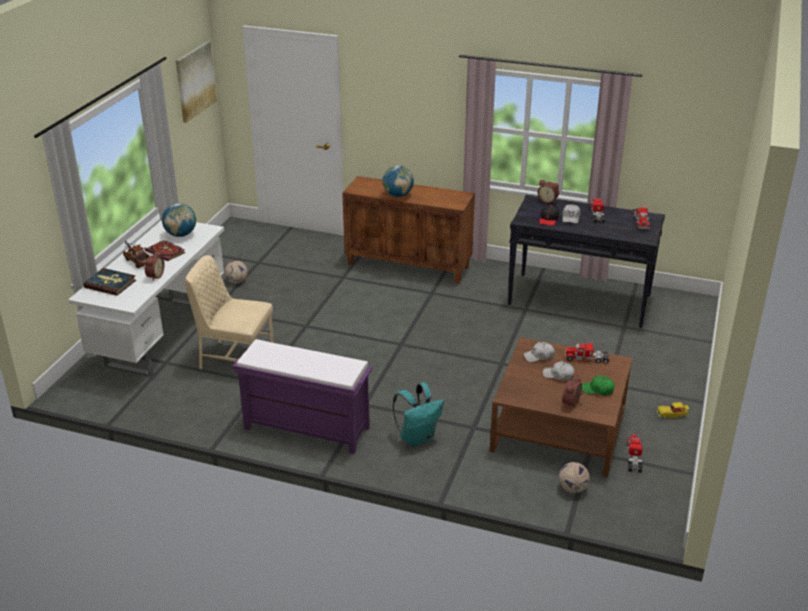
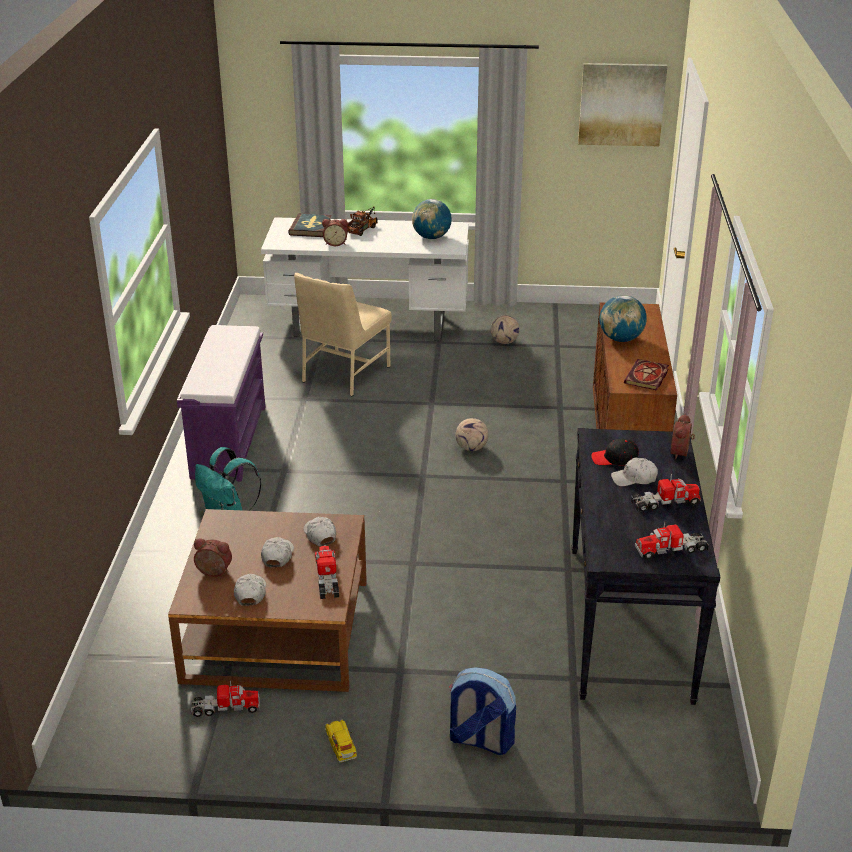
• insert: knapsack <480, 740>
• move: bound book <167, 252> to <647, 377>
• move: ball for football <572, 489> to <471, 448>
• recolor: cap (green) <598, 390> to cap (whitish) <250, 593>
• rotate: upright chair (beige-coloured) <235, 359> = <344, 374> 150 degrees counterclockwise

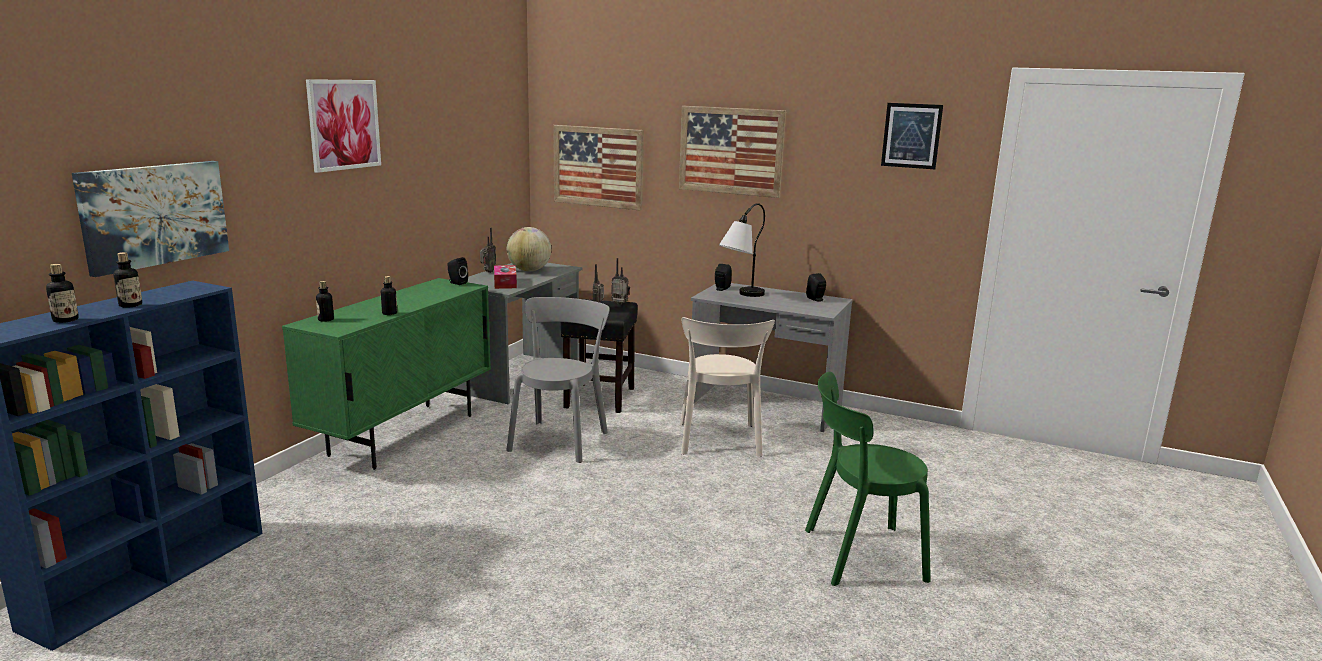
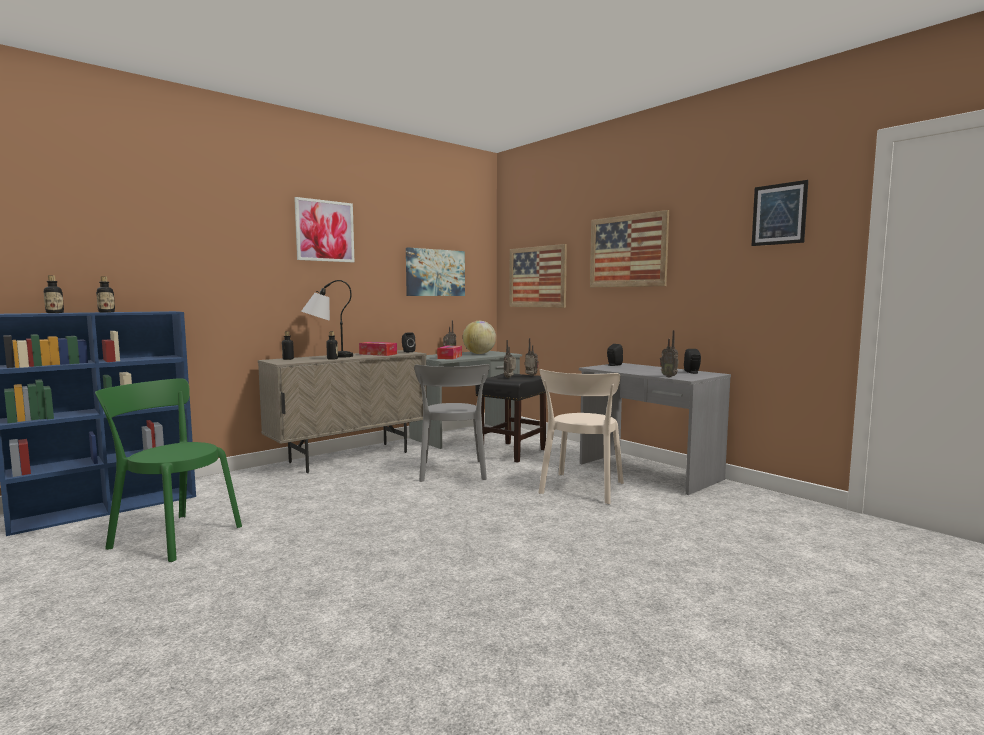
• insert: tissue holder <378, 354>
• insert: radio set <669, 376>
• move: wall art <154, 215> to <435, 272>
• move: table lamp <740, 296> to <327, 356>
• move: upright chair (green) <858, 555> to <172, 536>
• recolor: storage cabinet (green) <403, 434> to storage cabinet (beige-coloured) <350, 457>
• rotate: upright chair (grey) <560, 439> = <452, 472> 135 degrees clockwise

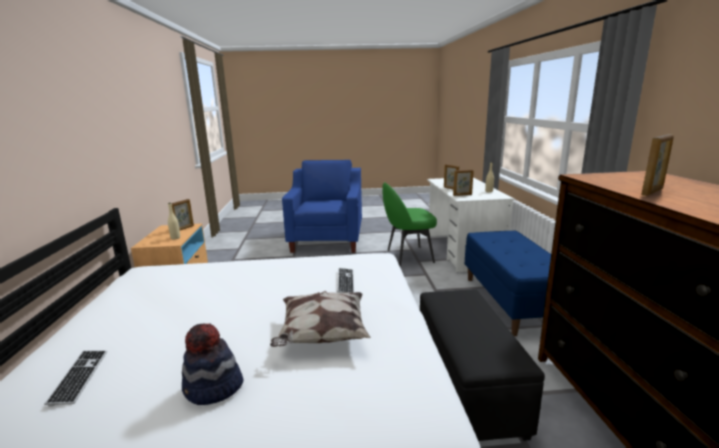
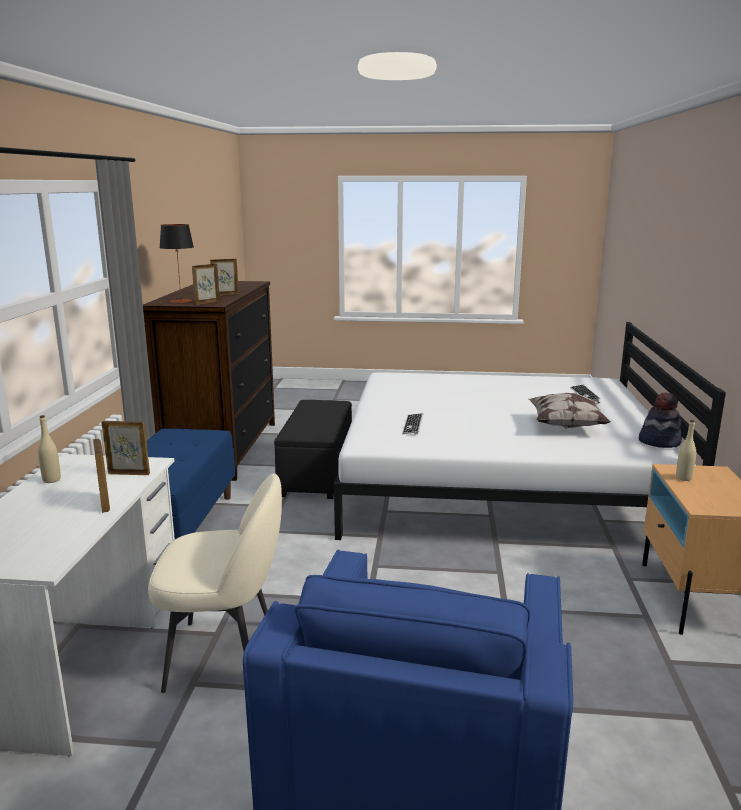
• insert: table lamp <181, 301>
• move: photo frame <184, 228> to <207, 302>
• move: wearable hat <213, 388> to <659, 441>
• move: cushion <322, 335> to <567, 425>
• recolor: upright chair (green) <408, 256> to upright chair (beige-coloured) <224, 655>

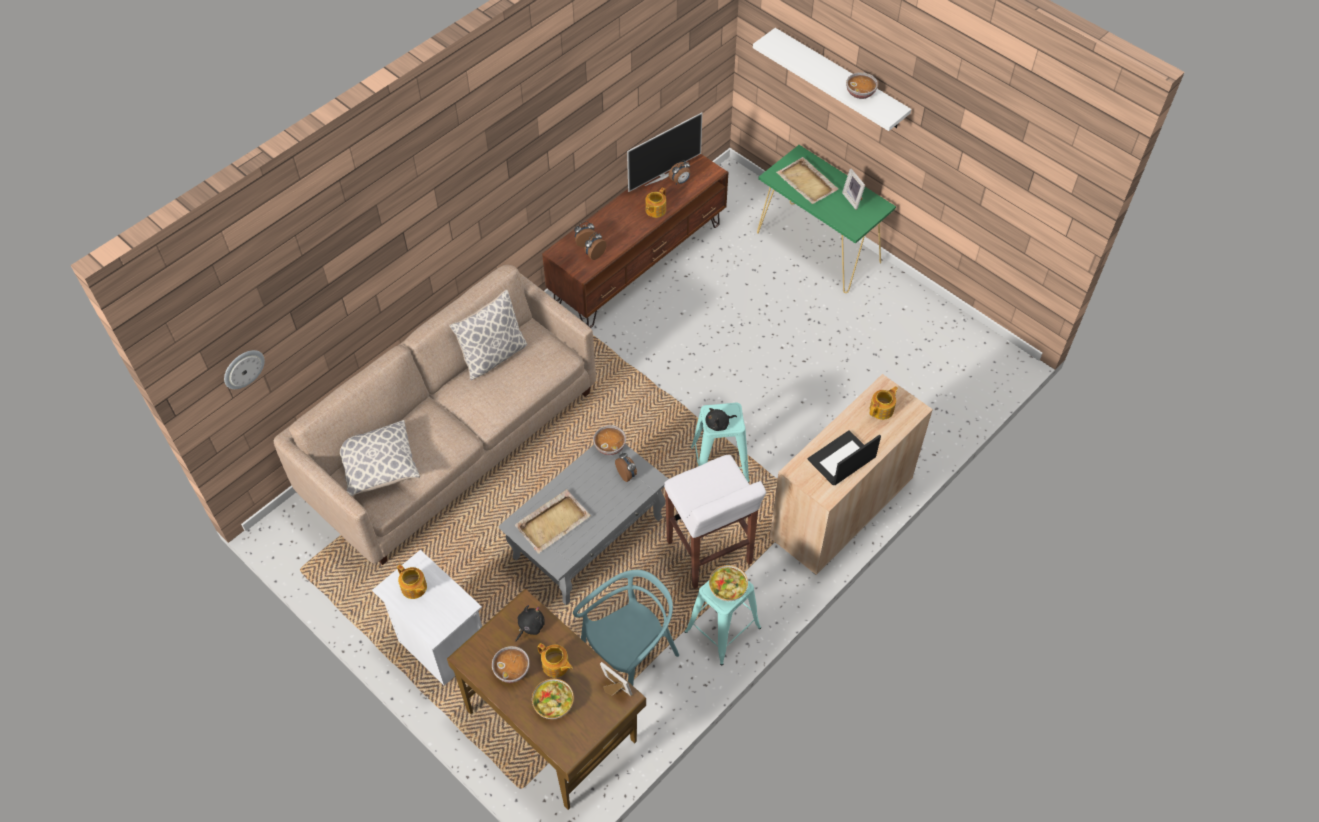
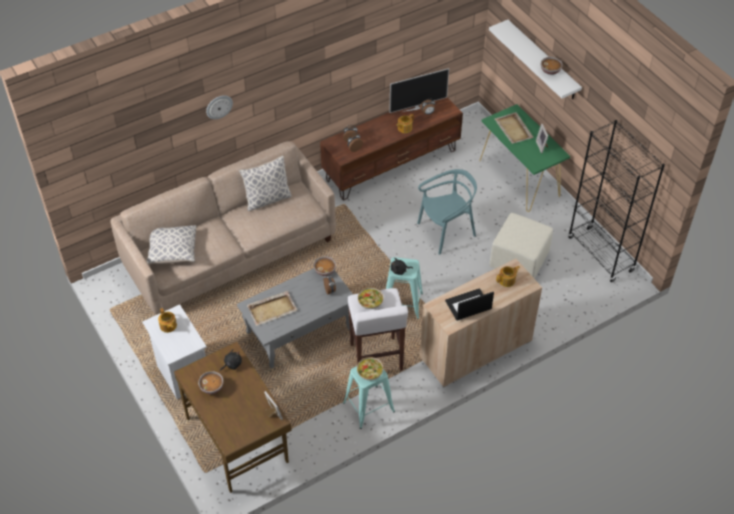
• delete: tea pot <555, 665>
• insert: pouffe (beige-coloured) <519, 260>
• insert: bookcase (black-coloured) <600, 254>
• move: clock on the wall <243, 368> to <219, 106>
• move: serving bowl <553, 702> to <370, 302>
• move: upright chair (turquoise-coloured) <630, 657> to <446, 231>

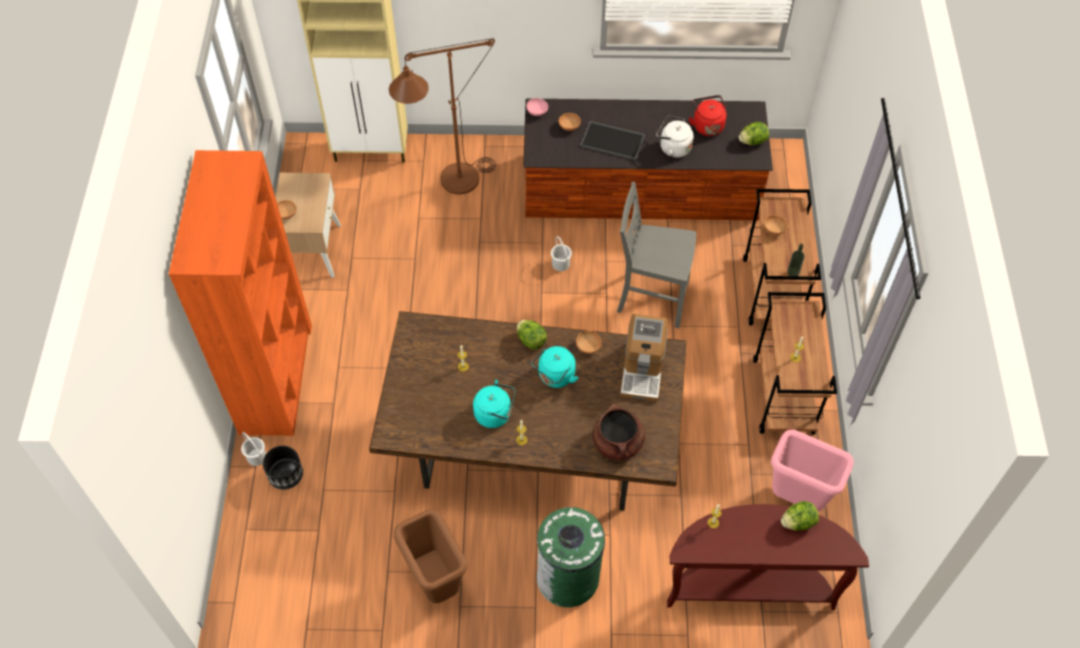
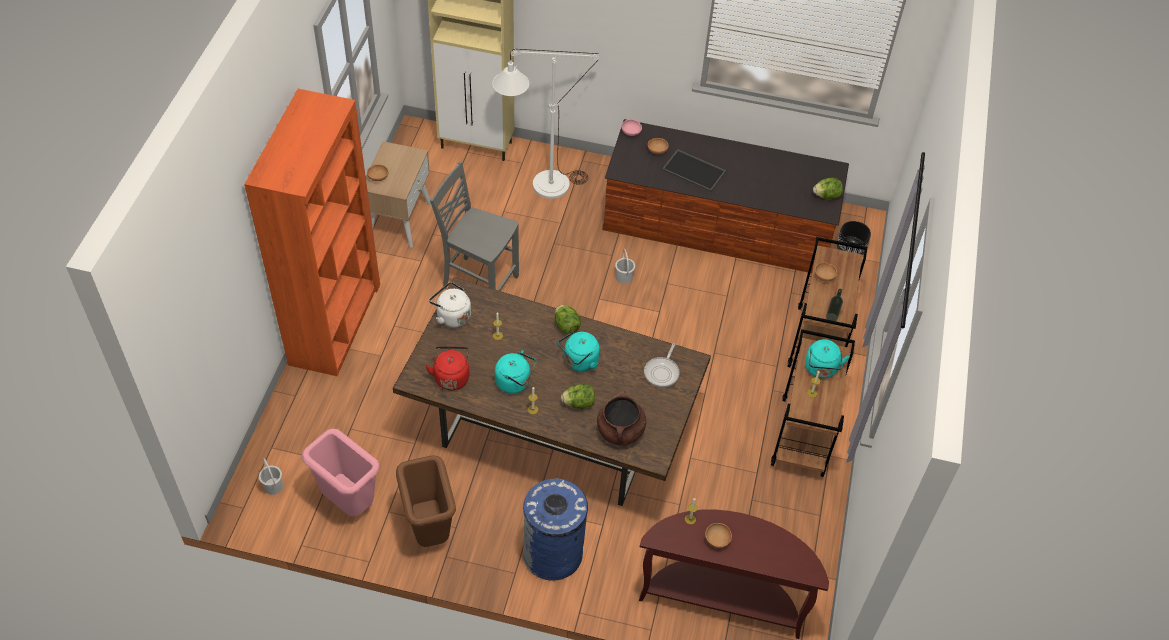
• insert: tea kettle (turquoise-coloured) <821, 369>
• move: bucket (whitish) <256, 457> to <273, 486>
• move: planter (black-coloured) <286, 476> to <850, 250>
• move: serving bowl (brown-coloured) <588, 347> to <717, 540>
• move: upright chair (grey) <651, 298> to <479, 282>
• move: tea kettle (whitish) <673, 147> to <451, 316>
• move: tea kettle (reddish) <707, 125> to <451, 376>
• move: waste bin (pink) <796, 498> to <348, 503>
• move: head of lettuce <798, 522> to <578, 403>
• replace: coffee brewer <642, 369> to pan <662, 372>
• recolor: standard lamp (brown-coloured) <450, 184> to standard lamp (whitish) <540, 188>
• recolor: waste bin (green) <568, 577> to waste bin (blue) <553, 554>

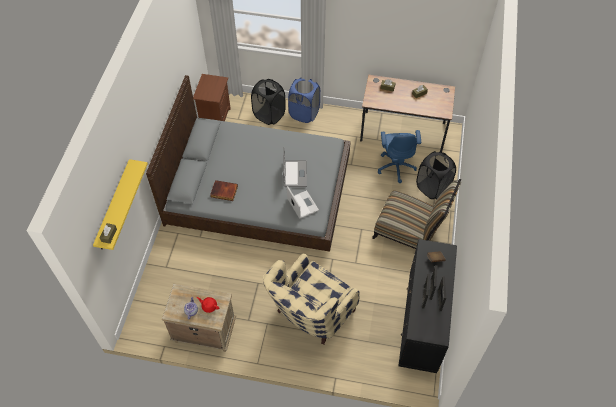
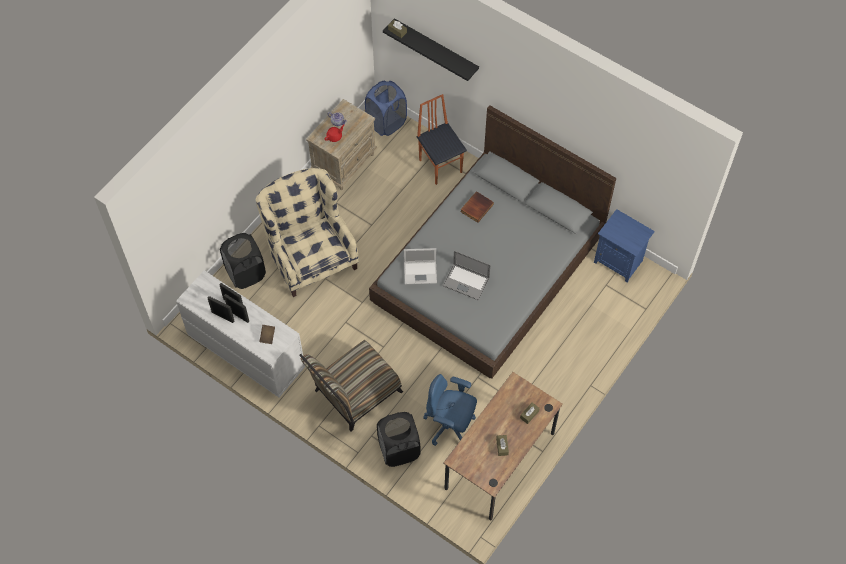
• insert: upright chair <441, 165>
• move: hamper (black-coloured) <269, 115> to <246, 273>
• move: hamper (blue) <304, 113> to <386, 122>
• recolor: bracket shelf (yellow) <114, 206> to bracket shelf (black-coloured) <436, 49>
• recolor: bedside table (brown-coloured) <215, 118> to bedside table (blue) <619, 261>
• recolor: dresser (black-coloured) <422, 322> to dresser (whitish) <245, 351>

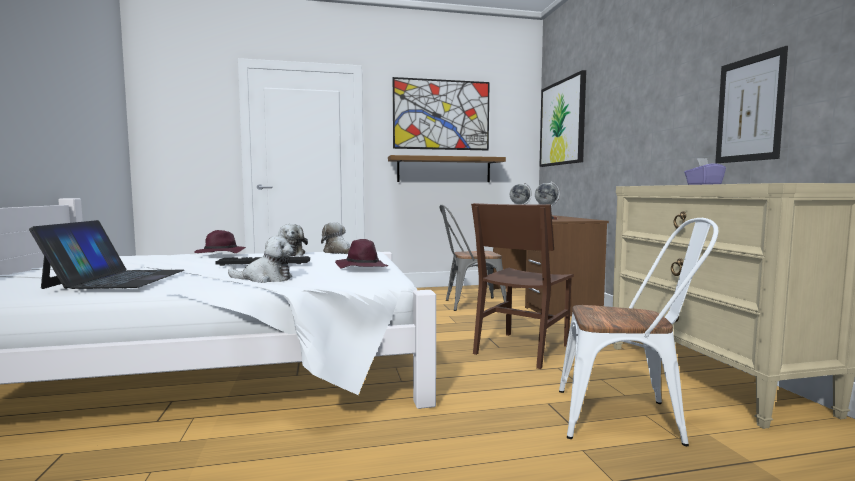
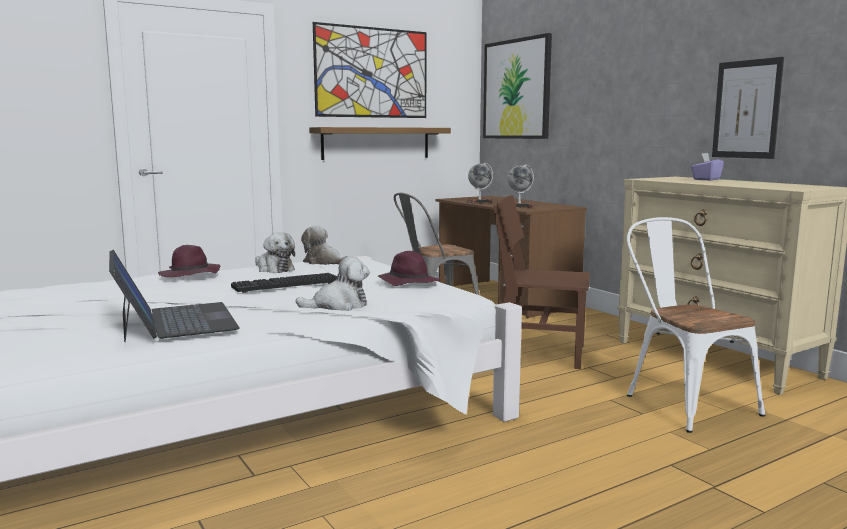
• rotate: upright chair (brown-coloured) <521, 349> = <539, 353> 90 degrees clockwise
• rotate: upright chair (whitish) <629, 418> = <683, 402> 105 degrees counterclockwise

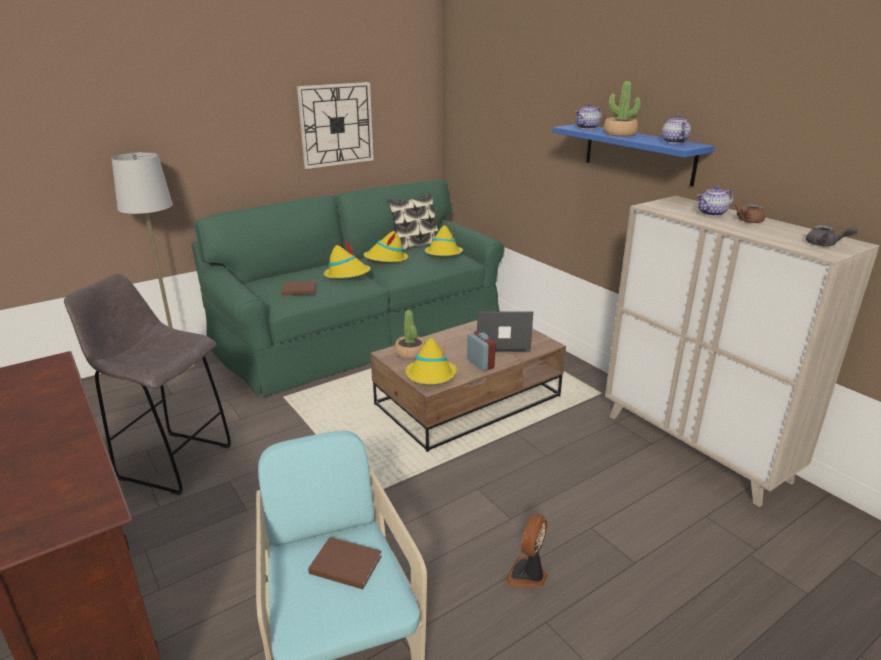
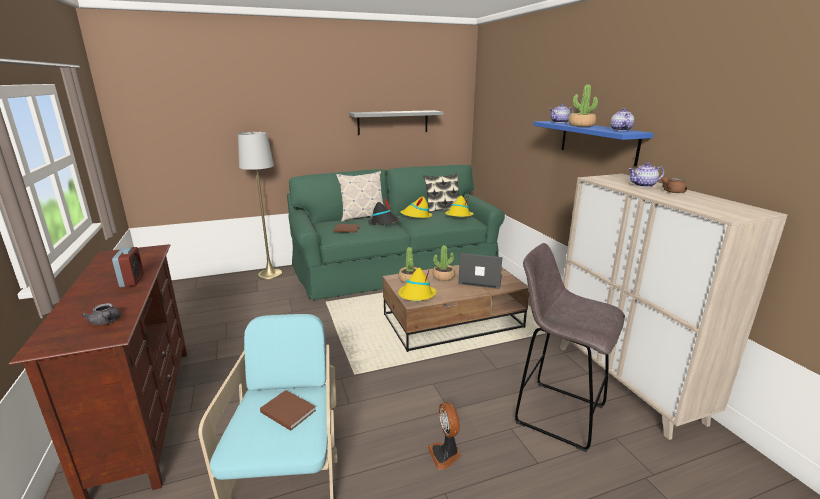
• insert: cushion <362, 217>
• insert: houseplant <443, 277>
• move: stool seat (grey) <172, 461> to <556, 413>
• move: bedside clock <480, 364> to <132, 281>
• move: tea pot (grey) <825, 244> to <106, 322>
• replace: clock on the wall <336, 125> to bracket shelf (grey) <393, 122>
• recolor: wearable hat (yellow) <347, 274> to wearable hat (black-coloured) <384, 223>
• rotate: cooling fan <528, 575> = <445, 454> 60 degrees counterclockwise

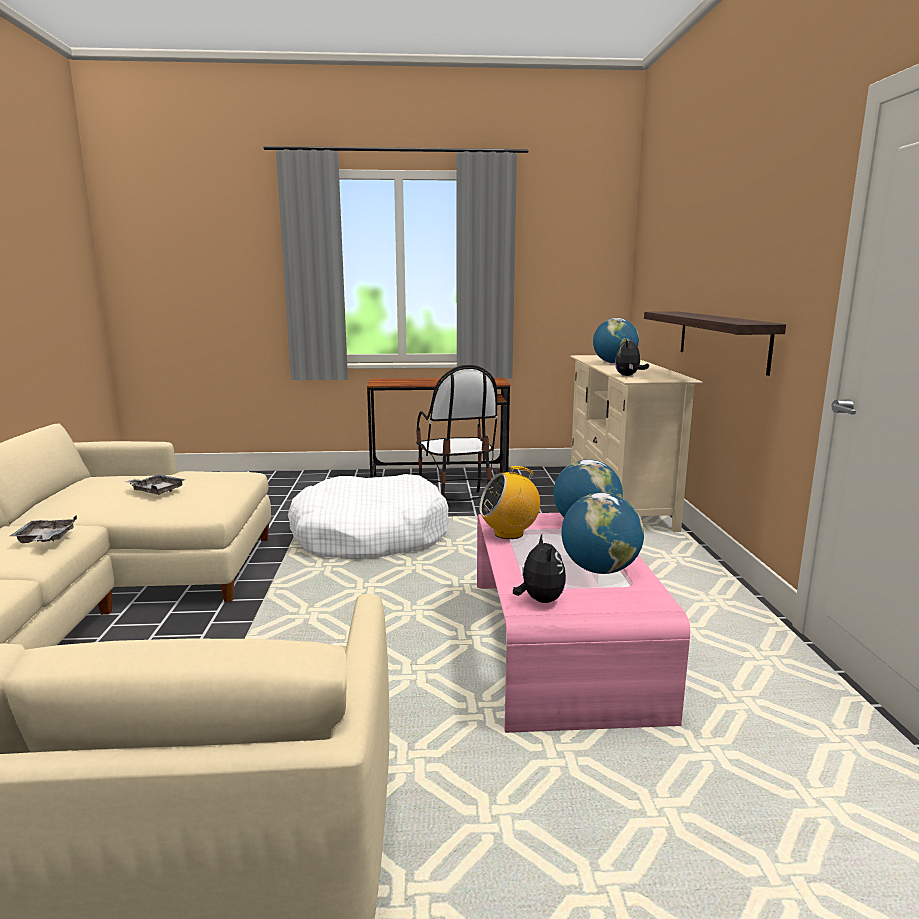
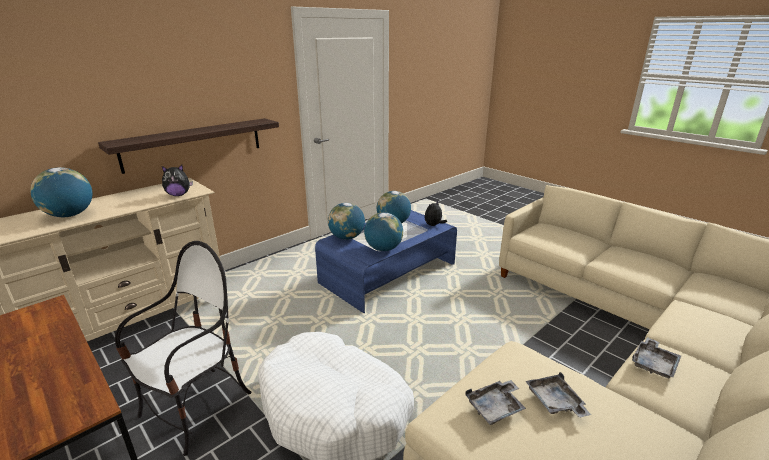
• insert: carrying tray (grey) <495, 408>
• replace: radio set <509, 533> to globe <383, 249>
• recolor: lounge table (pink) <560, 645> to lounge table (blue) <388, 273>

